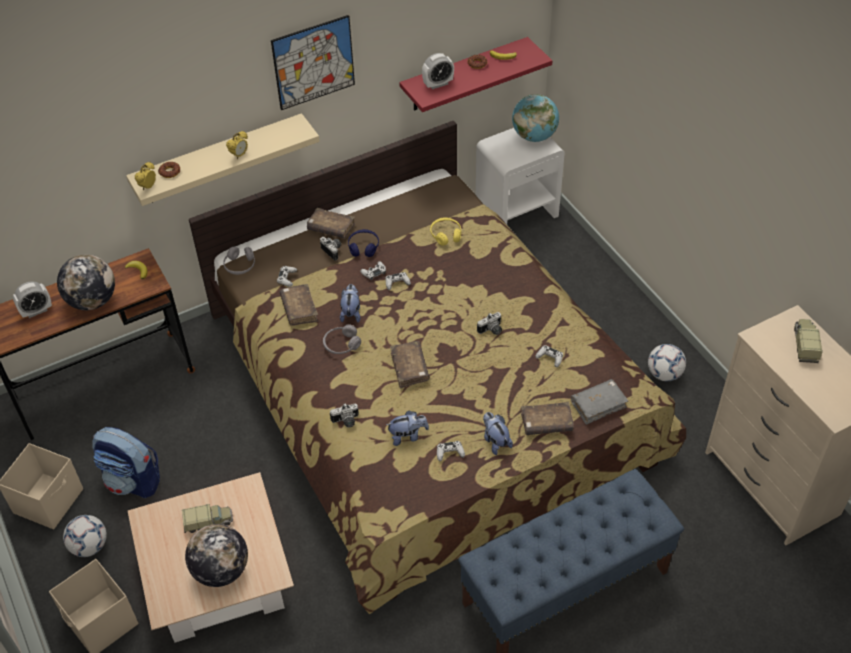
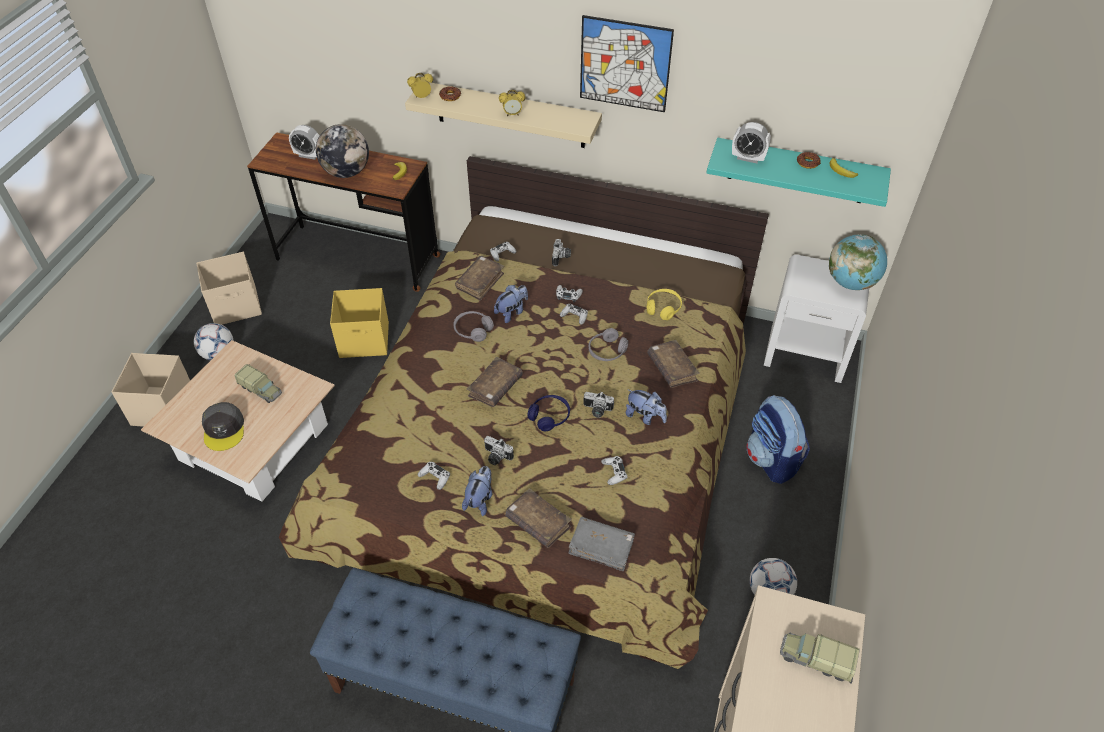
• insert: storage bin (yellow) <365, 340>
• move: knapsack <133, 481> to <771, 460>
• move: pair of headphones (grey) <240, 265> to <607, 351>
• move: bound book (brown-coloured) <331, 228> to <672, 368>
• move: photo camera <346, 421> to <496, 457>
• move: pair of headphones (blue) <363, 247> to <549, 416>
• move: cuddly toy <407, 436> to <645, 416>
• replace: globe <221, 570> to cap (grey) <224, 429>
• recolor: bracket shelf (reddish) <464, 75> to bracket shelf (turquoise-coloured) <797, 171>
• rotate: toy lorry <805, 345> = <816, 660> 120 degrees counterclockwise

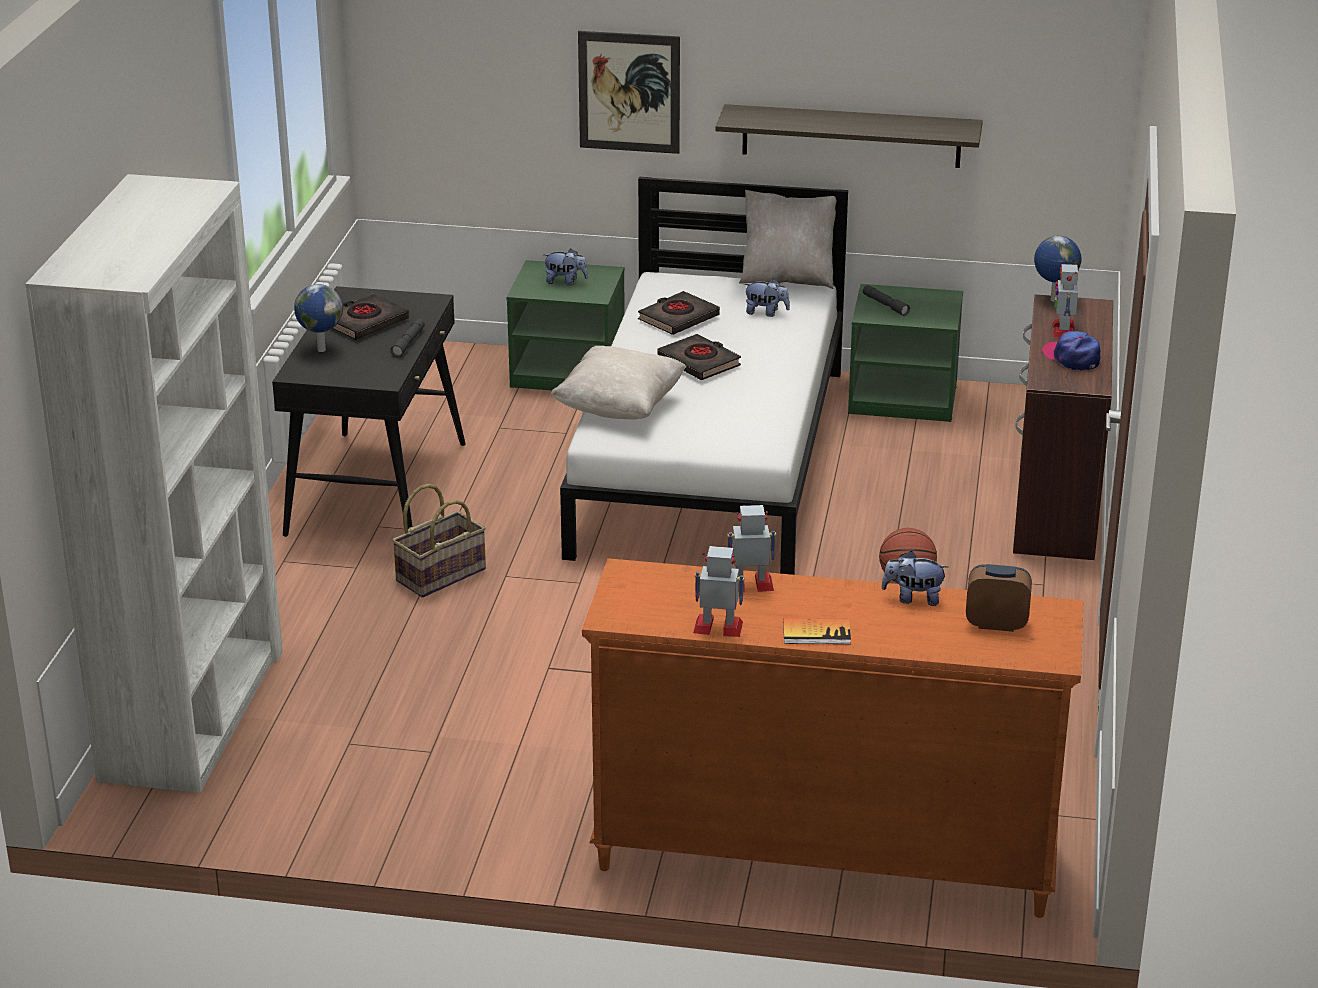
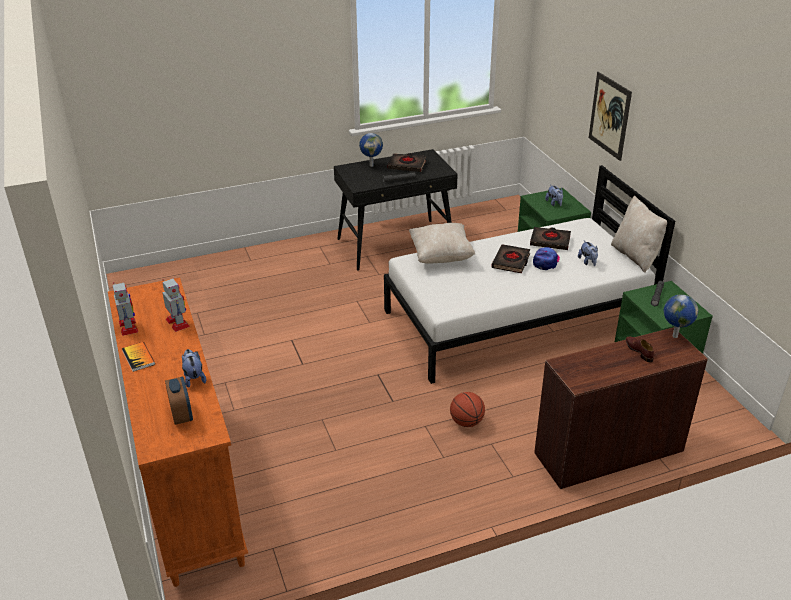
• delete: bookcase (whitish) <193, 713>
• delete: household basket <440, 574>
• delete: bracket shelf <851, 136>
• move: cap <1071, 357> to <546, 261>
• replace: robot figure <1063, 330> to low shoe (brown-coloured) <639, 351>

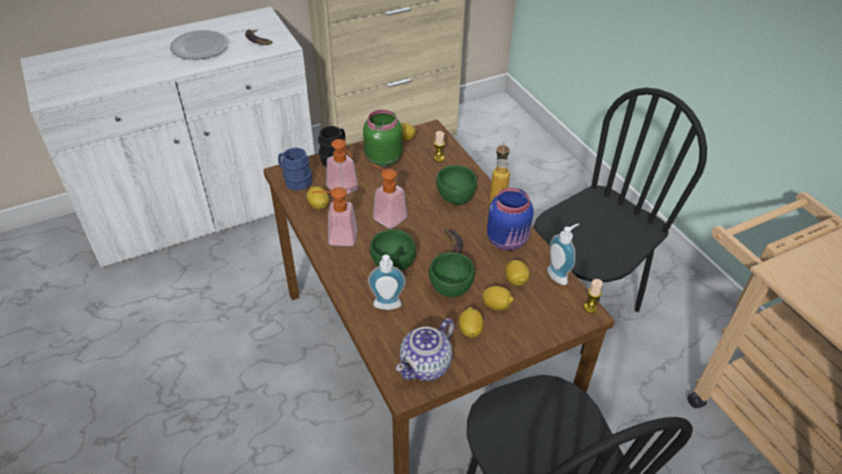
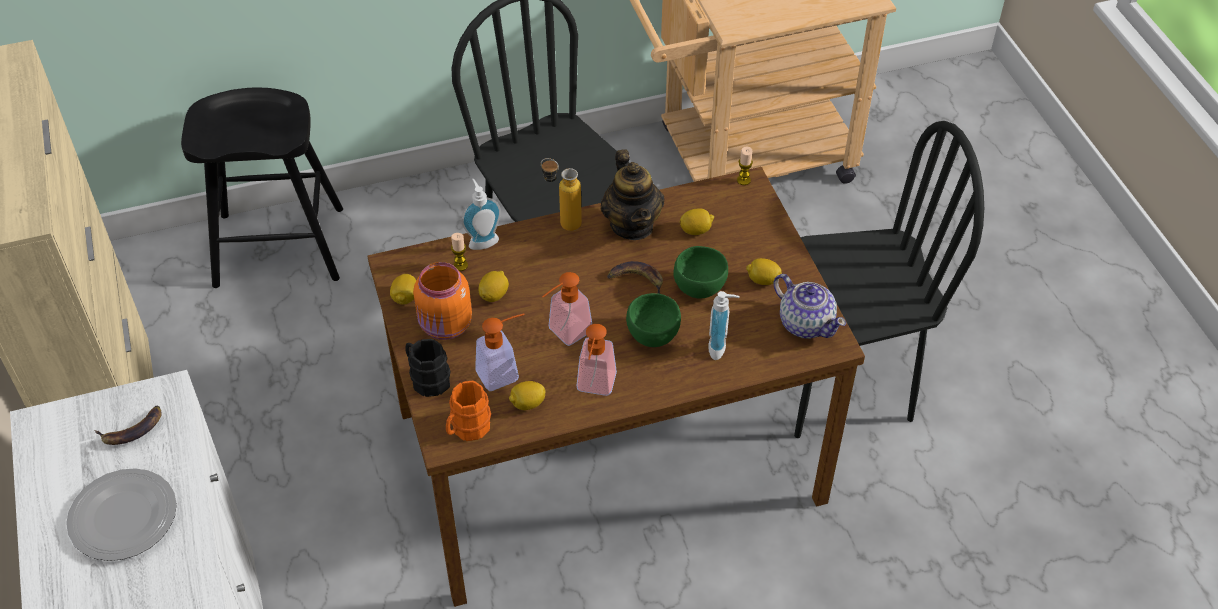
• delete: serving bowl (green) <455, 198>
• insert: stool seat (black-coloured) <278, 247>
• move: lemon <496, 305> to <494, 295>
• move: liquid soap bottle <559, 275> to <482, 240>
• replace: storage jar (blue) <508, 241> to tea pot <632, 225>
• recolor: tea mug (blue) <295, 180> to tea mug (orange-coloured) <467, 429>
• recolor: storage jar (green) <382, 159> to storage jar (orange-coloured) <445, 326>

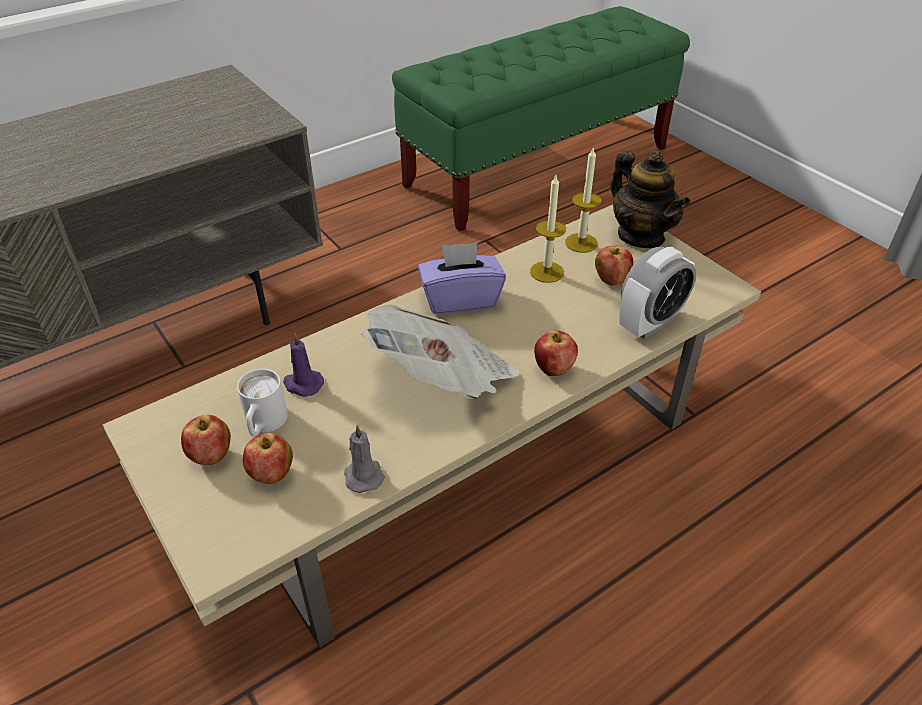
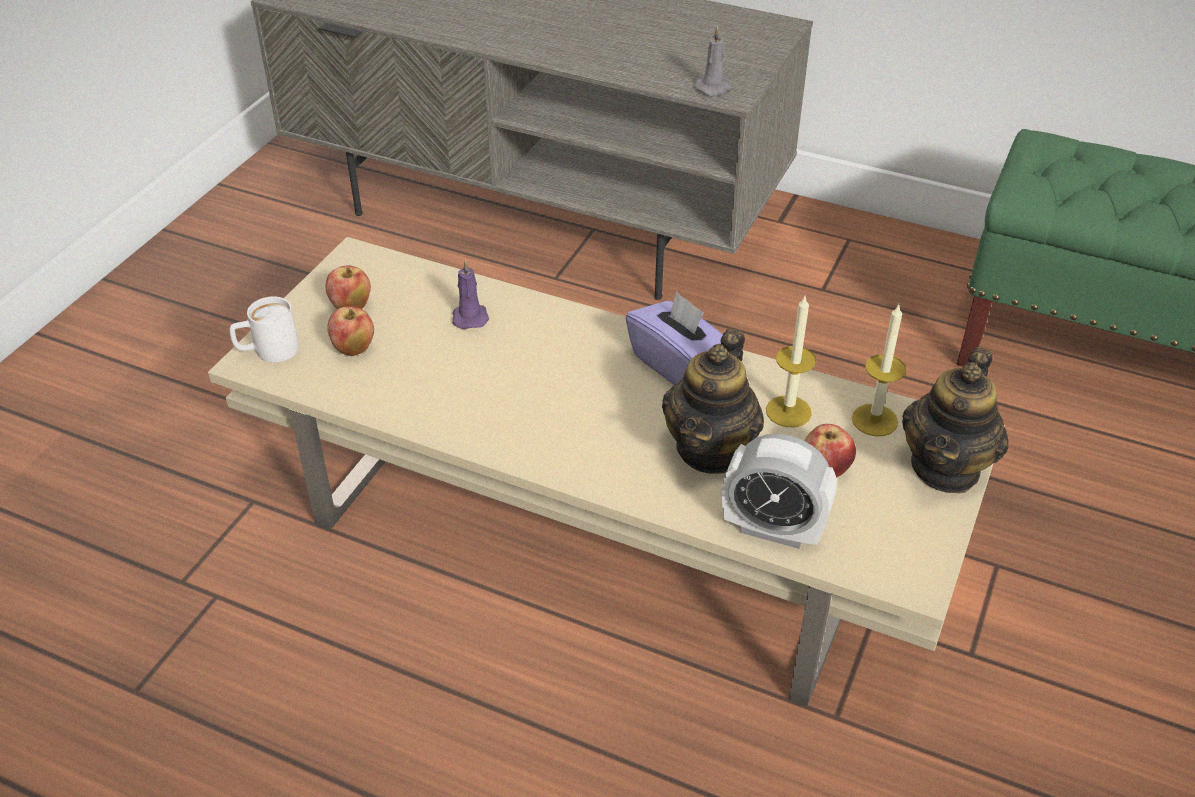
• delete: daily paper <444, 379>
• delete: whole apple <553, 369>
• insert: tea pot <711, 449>
• move: tea mug (whitish) <264, 425> to <267, 351>
• move: candle (grey) <363, 475> to <714, 87>

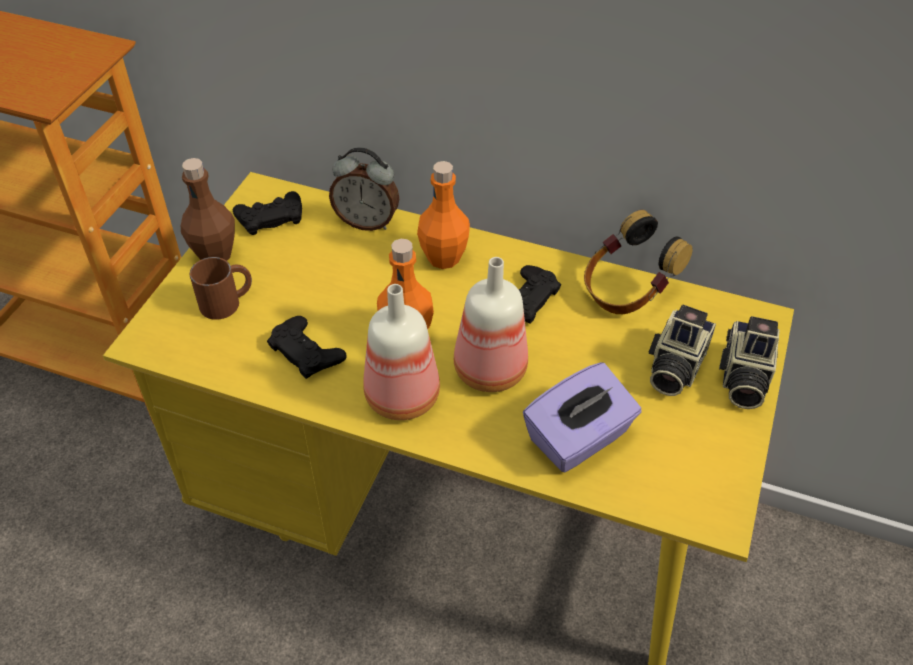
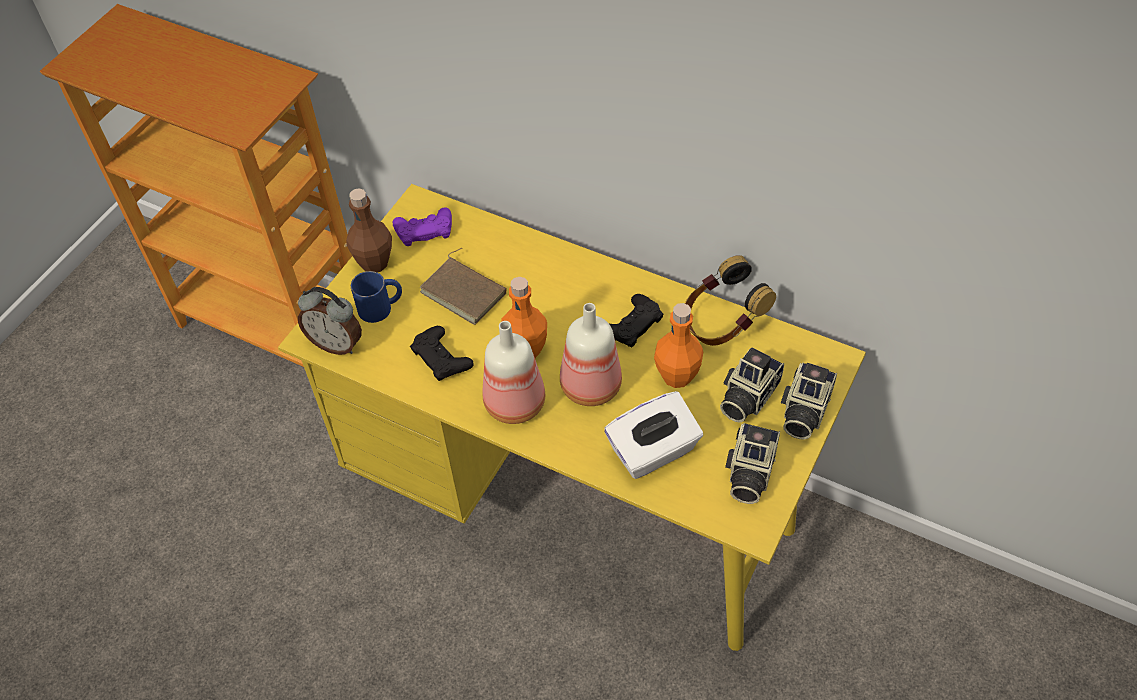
• insert: bound book (brown-coloured) <465, 291>
• insert: photo camera <748, 473>
• move: bedside clock <367, 222> to <337, 343>
• move: beverage bottle (orange-coloured) <443, 257> to <677, 376>
• recolor: tea mug (brown-coloured) <227, 302> to tea mug (blue) <381, 307>
• recolor: gamepad (black-coloured) <270, 217> to gamepad (purple-coloured) <424, 230>
• recolor: tissue holder (purple-coloured) <578, 438> to tissue holder (whitish) <653, 451>

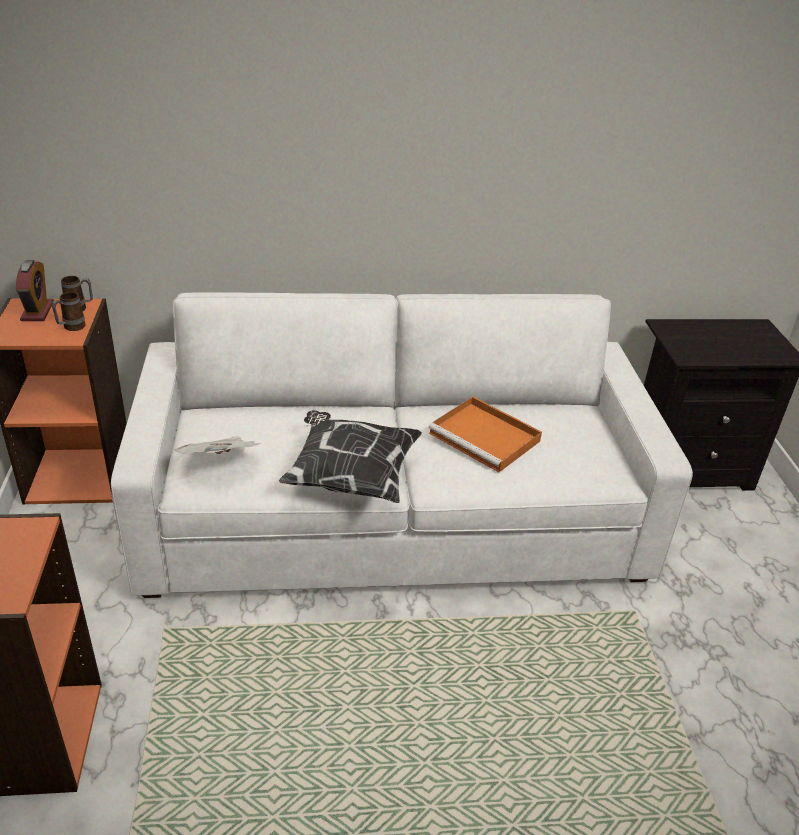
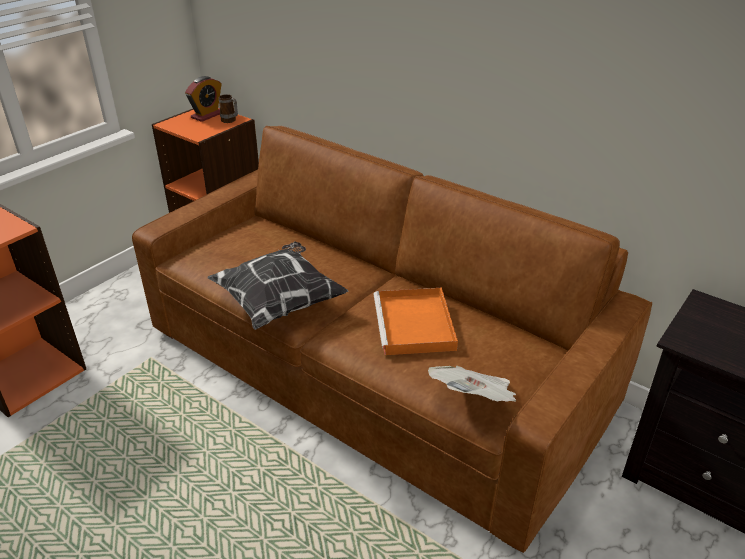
• delete: tea mug <71, 328>
• move: daily paper <220, 463> to <474, 400>
• recolor: settee (whitish) <393, 514> to settee (brown-coloured) <373, 368>

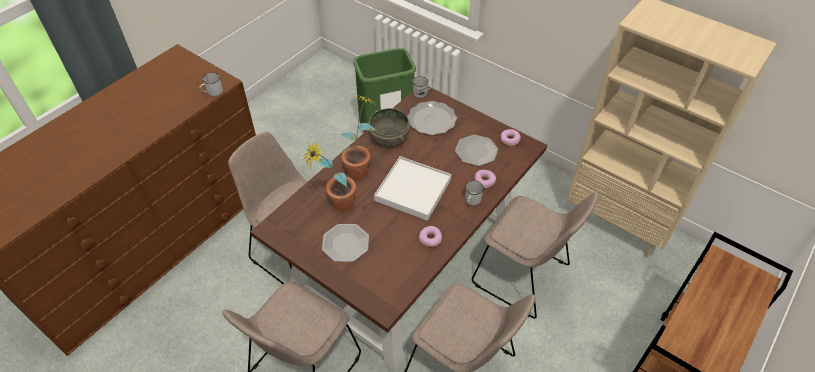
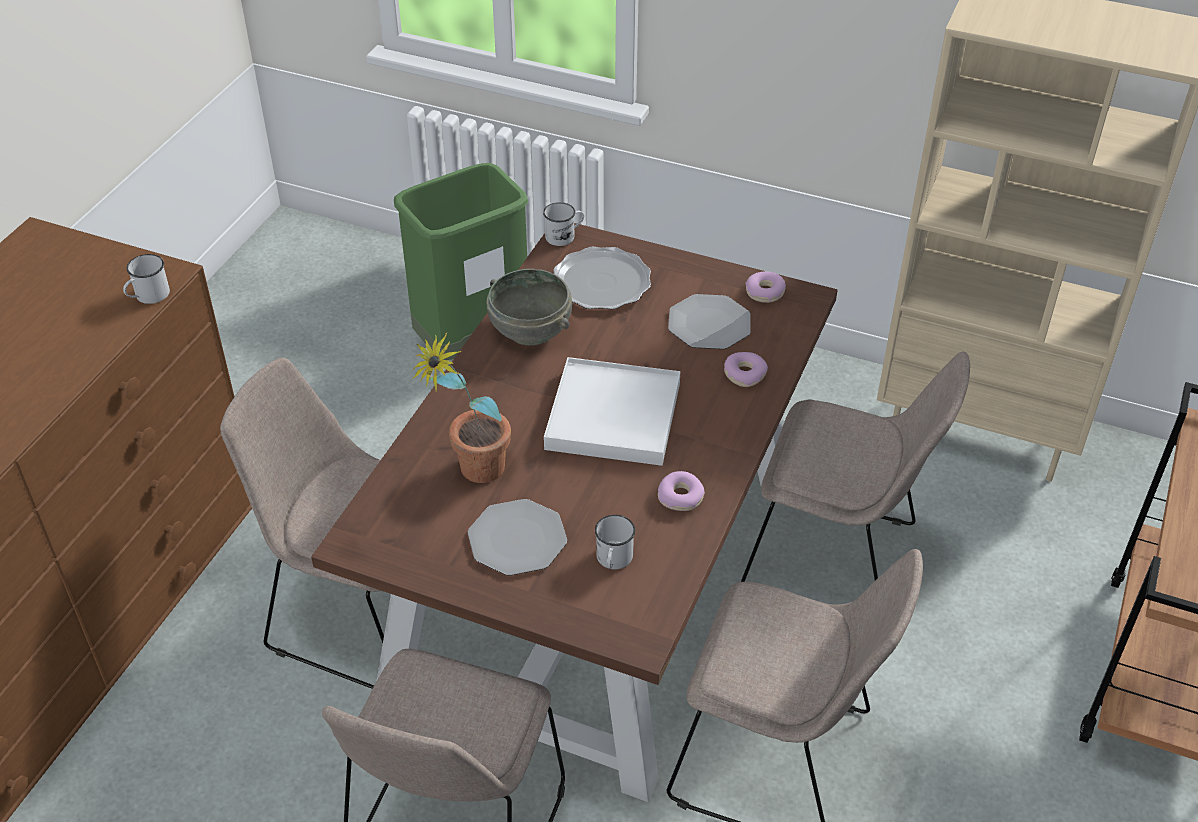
• delete: houseplant <361, 168>
• move: tea mug (whitish) <471, 201> to <613, 560>

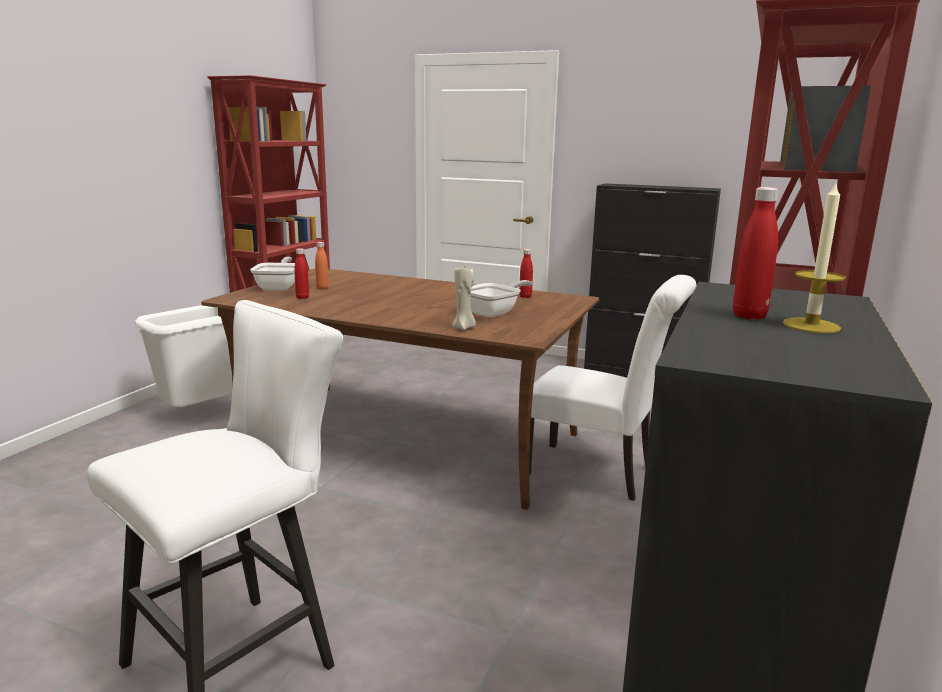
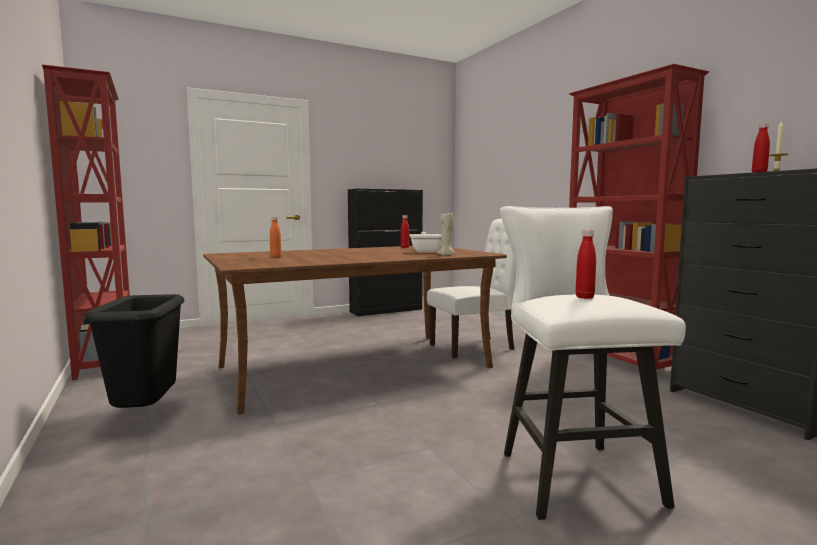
• delete: pan <279, 287>
• move: beverage bottle (reddish) <302, 297> to <584, 297>
• recolor: waste bin (whitish) <199, 413> to waste bin (black-coloured) <146, 414>

